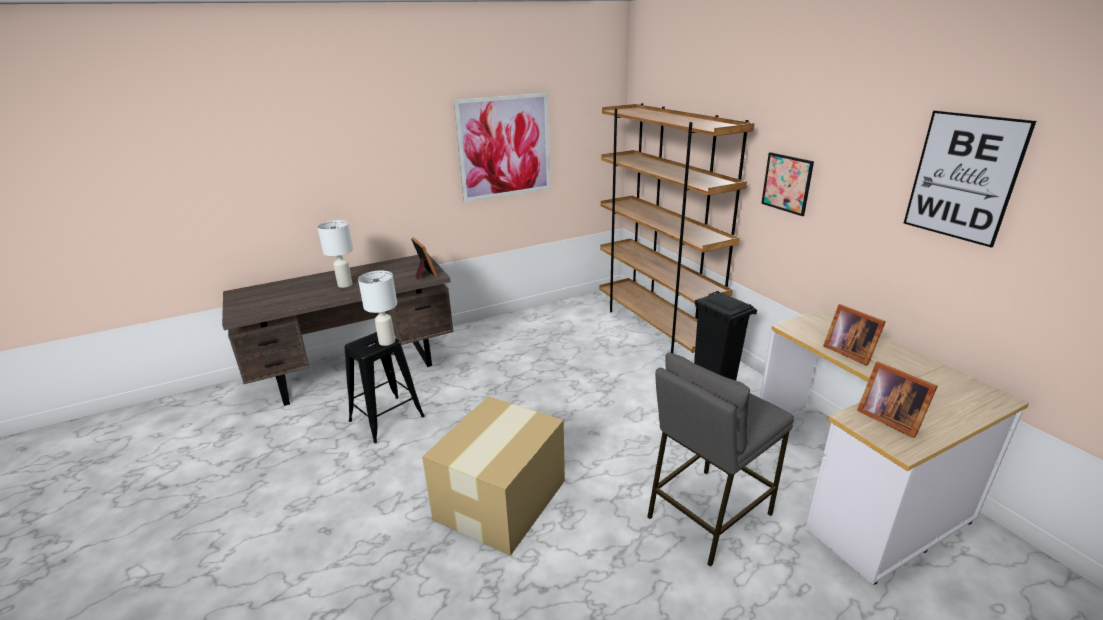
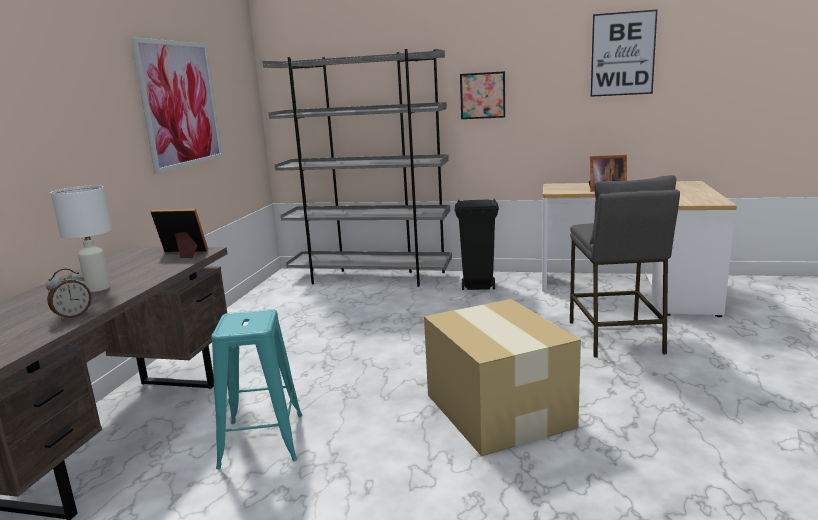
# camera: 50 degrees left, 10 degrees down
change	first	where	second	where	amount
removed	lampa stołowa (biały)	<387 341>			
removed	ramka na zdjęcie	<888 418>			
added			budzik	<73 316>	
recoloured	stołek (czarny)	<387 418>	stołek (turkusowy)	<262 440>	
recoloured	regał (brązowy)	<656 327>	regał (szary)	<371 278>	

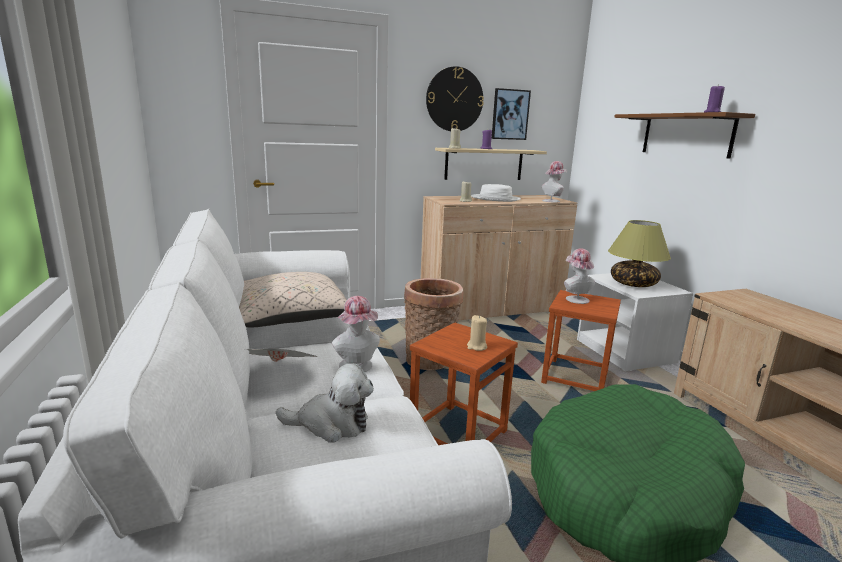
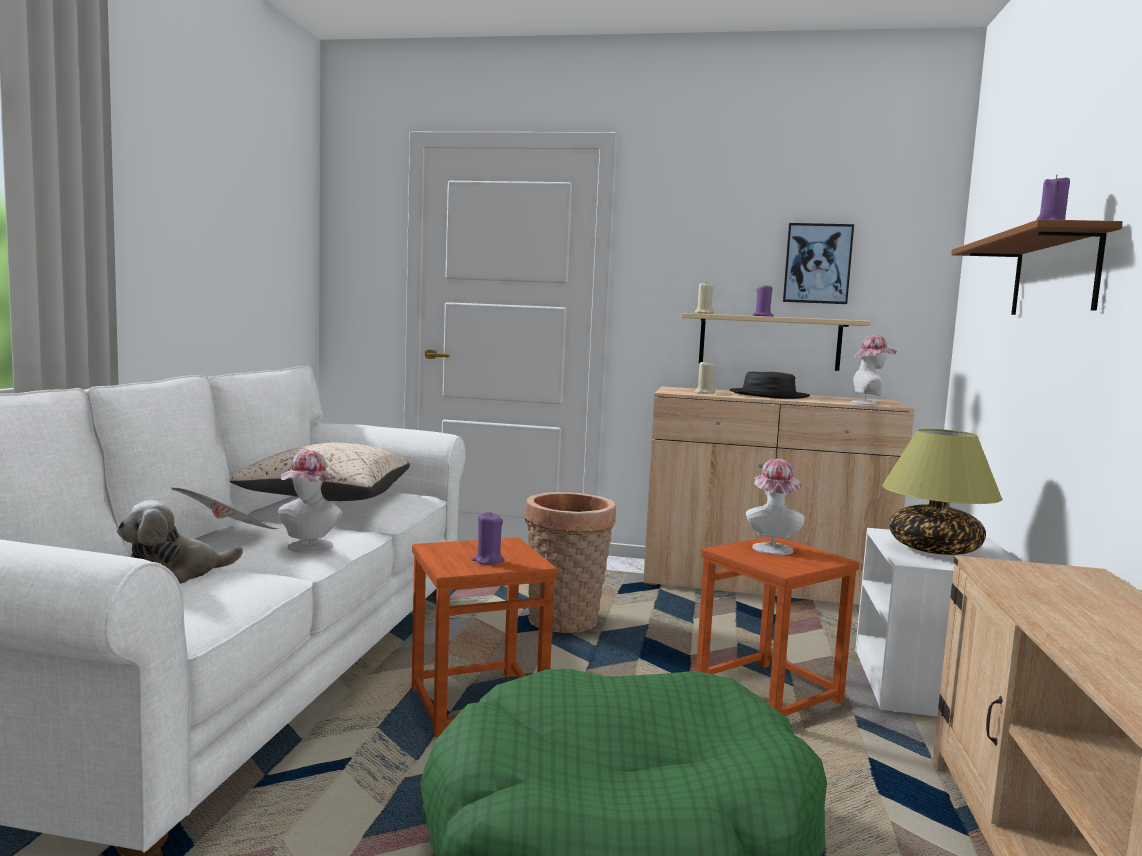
# camera: 30 degrees right, 10 degrees down
change	first	where	second	where	amount
removed	zegar ścienny	<454 99>			
recoloured	świeca (beżowy)	<476 347>	świeca (fioletowy)	<488 561>	
recoloured	kapelusz (biały)	<495 199>	kapelusz (czarny)	<768 395>	
turned	pluszak	<331 424>		<175 574>	105 degrees clockwise

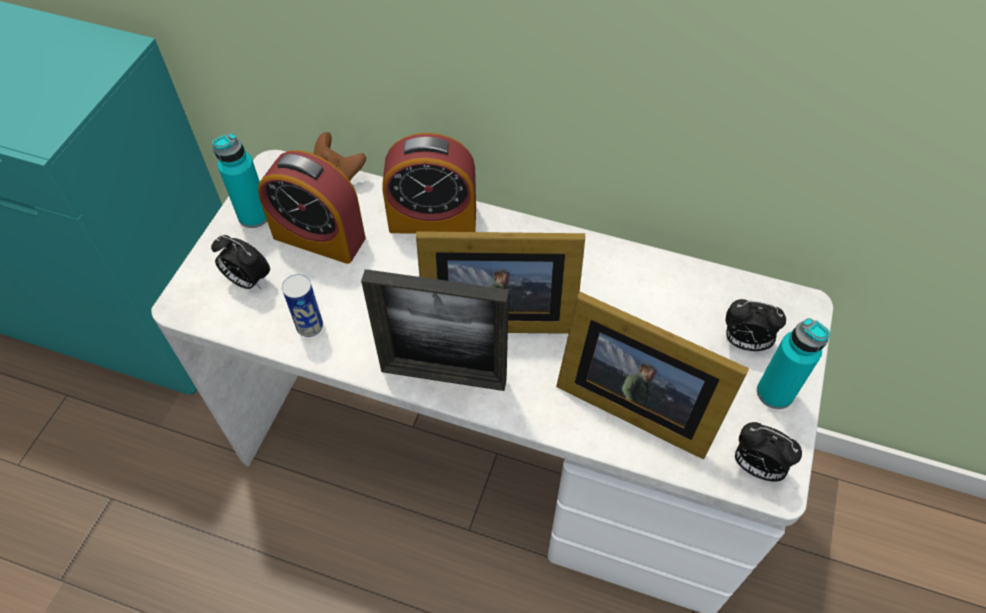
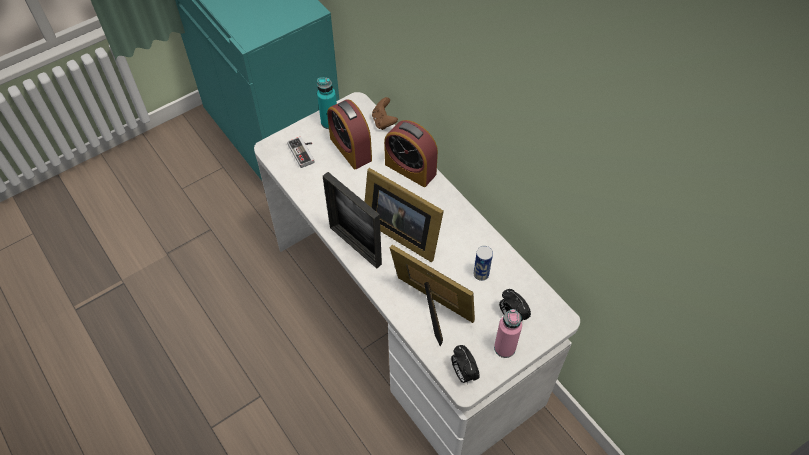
# camera: 35 degrees right, 0 degrees up
change	first	where	second	where	amount
moved	puszka	<310 326>		<481 274>	
replaced	budzik	<247 280>	pad do gier	<304 152>	
recoloured	butelka (turkusowy)	<775 393>	butelka (różowy)	<504 348>	
turned	ramka na zdjęcie	<632 401>		<431 309>	150 degrees clockwise

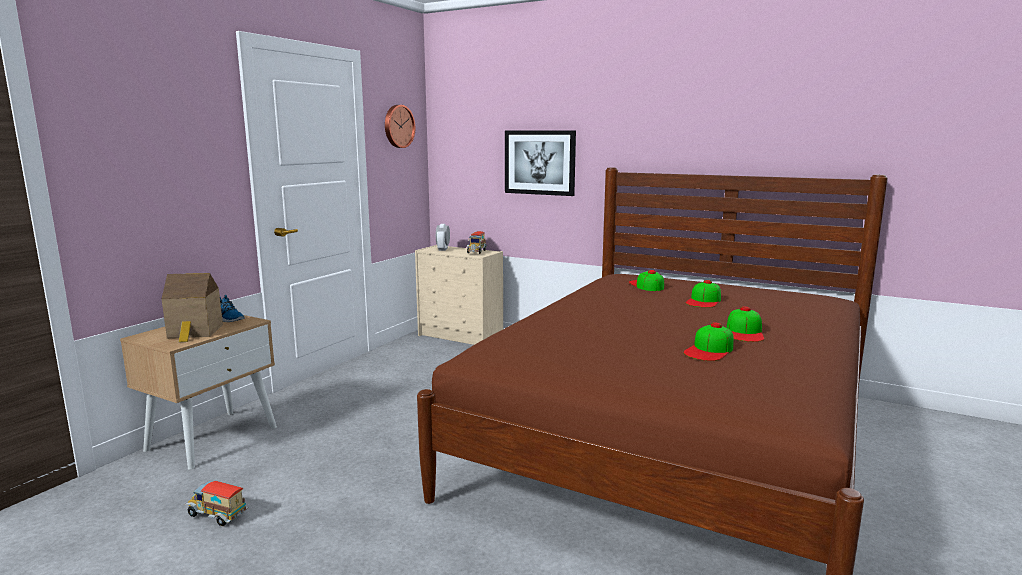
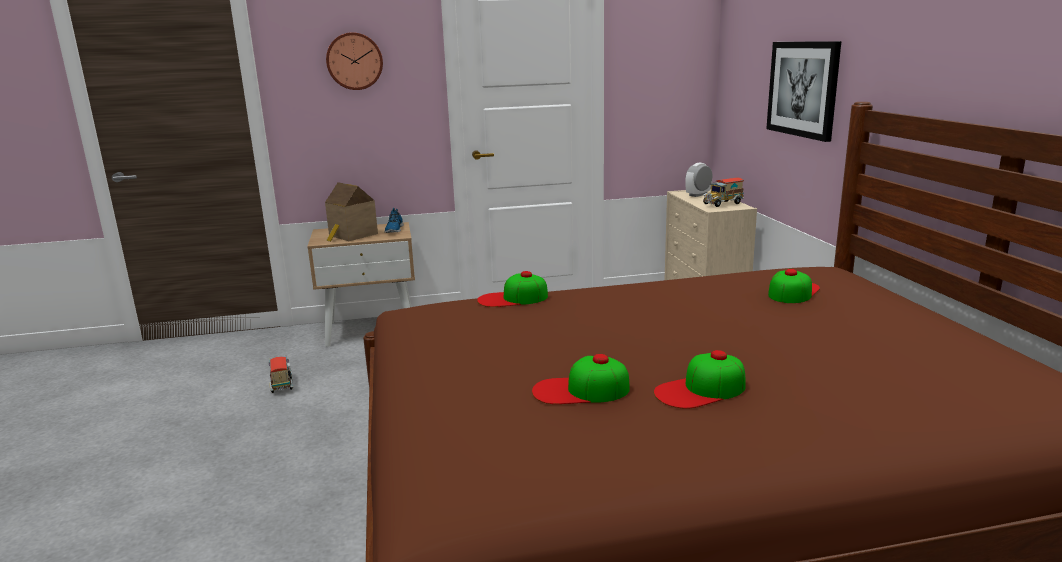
# camera: 50 degrees right, 5 degrees up
change	first	where	second	where	amount
moved	zegar ścienny	<398 126>		<354 61>	
moved	czapka z daszkiem	<704 301>		<512 298>	

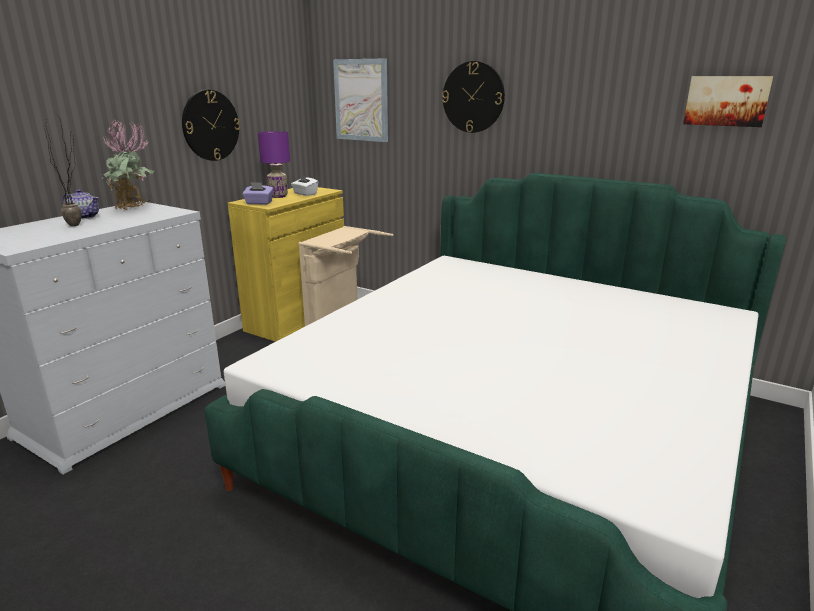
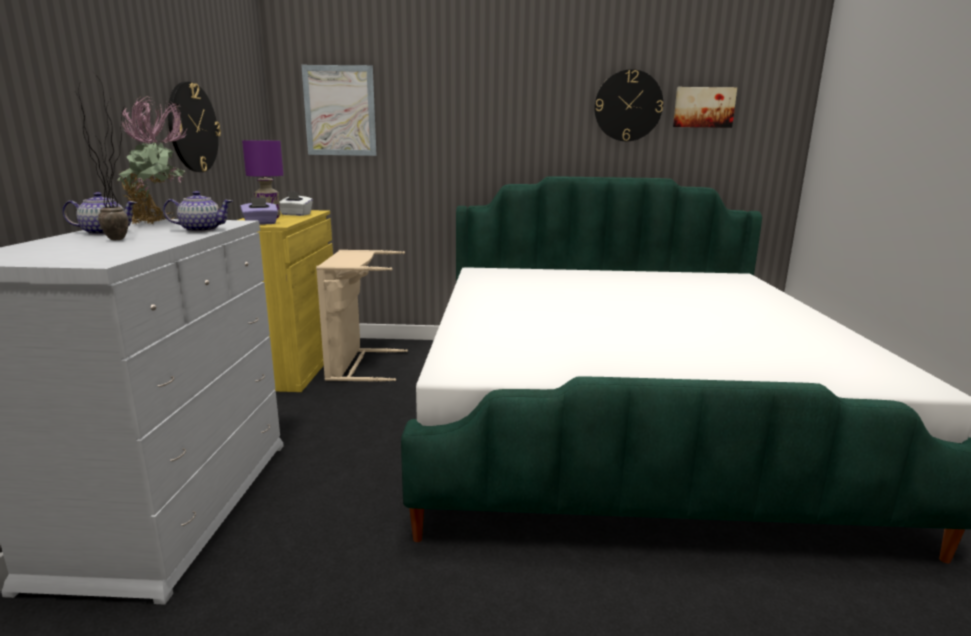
# camera: 30 degrees left, 5 degrees down
change	first	where	second	where	amount
added			imbryk	<201 230>	
moved	zegar ścienny	<473 97>		<628 106>	

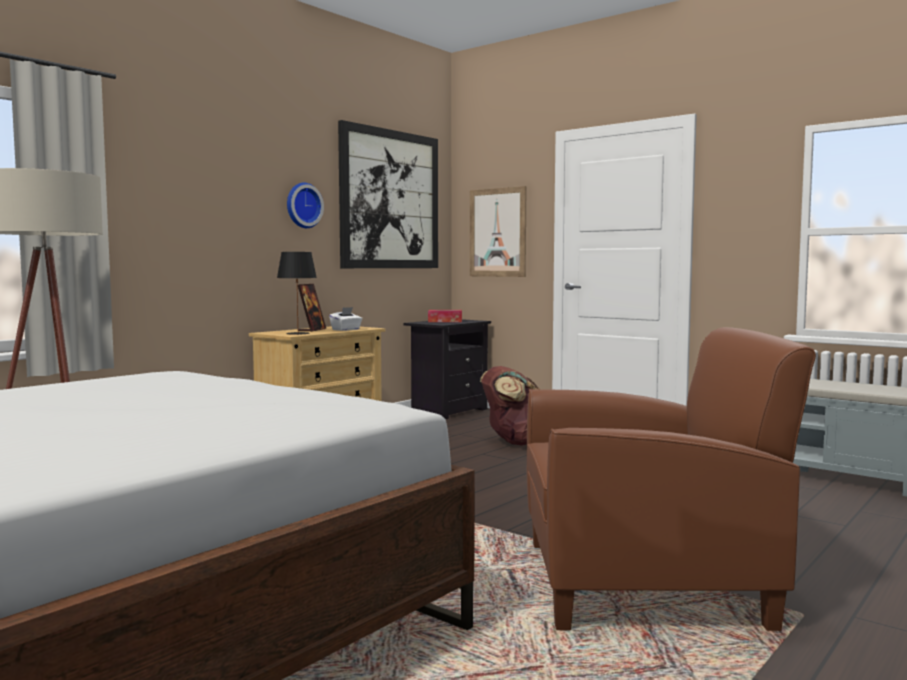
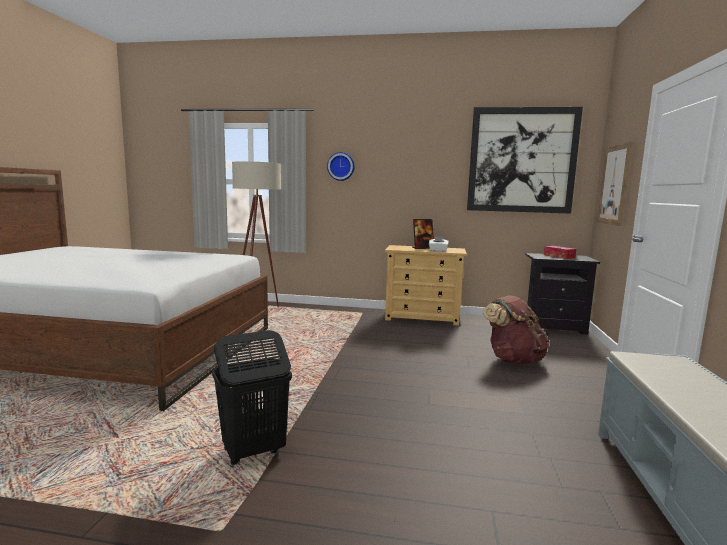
# camera: 60 degrees right, 5 degrees up
change	first	where	second	where	amount
removed	lampa stołowa (czarny)	<298 333>			
moved	zegar ścienny	<302 205>		<341 166>	
replaced	fotel (brązowy)	<645 583>	kosz na pranie (czarny)	<253 452>	

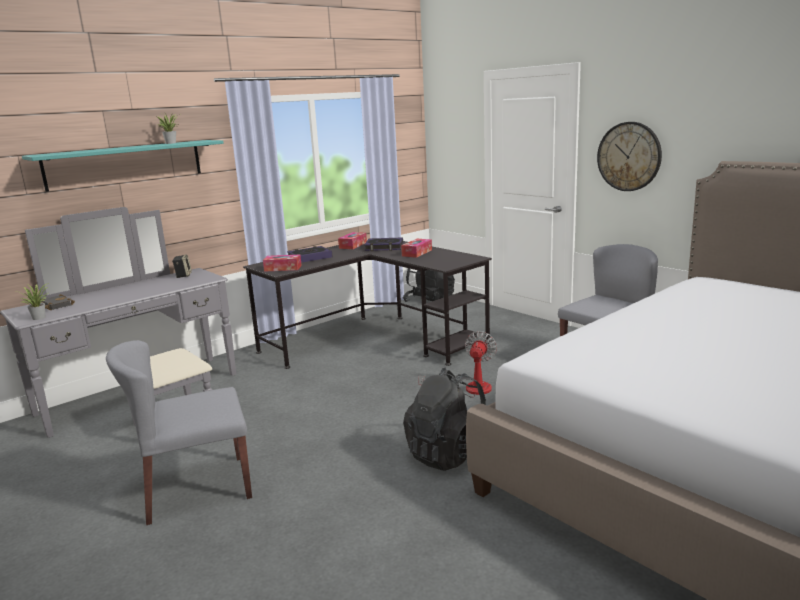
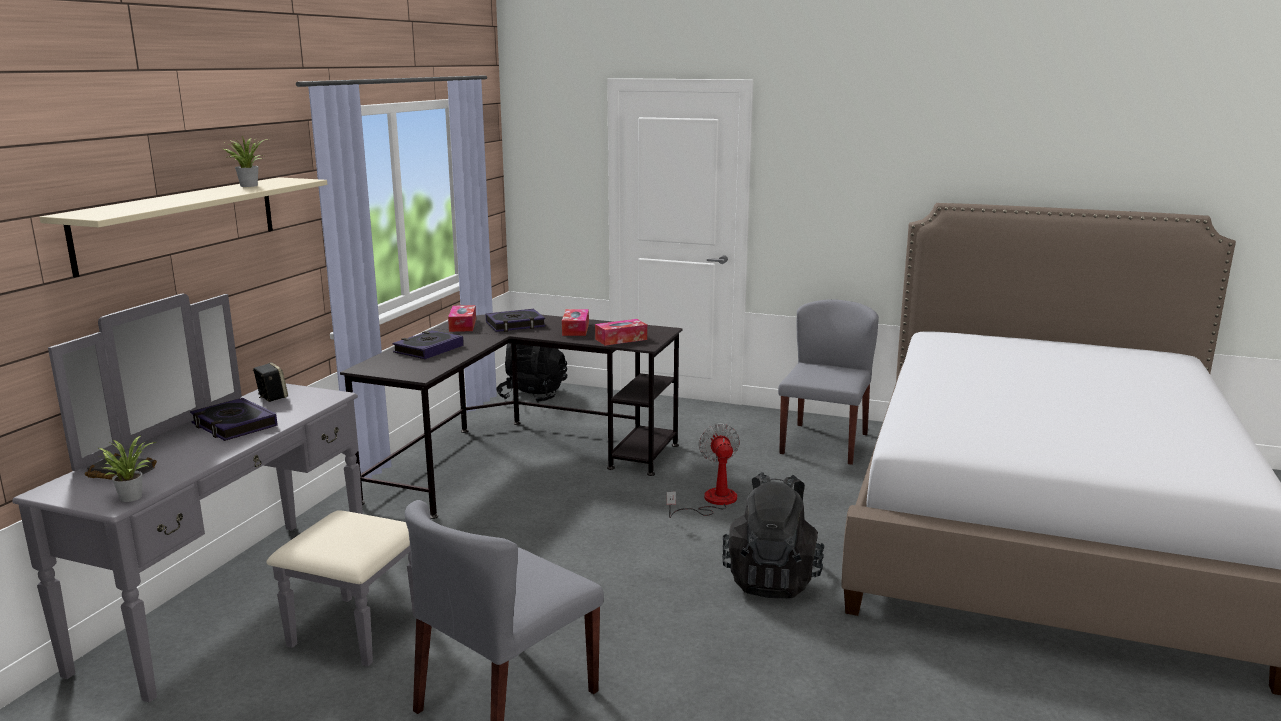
# camera: 30 degrees left, 0 degrees up
change	first	where	second	where	amount
removed	zegar ścienny	<629 156>			
added			książka	<234 425>	
moved	pudełko chusteczek	<283 268>		<621 339>	
recoloured	półka (turkusowy)	<125 164>	półka (beżowy)	<179 222>	

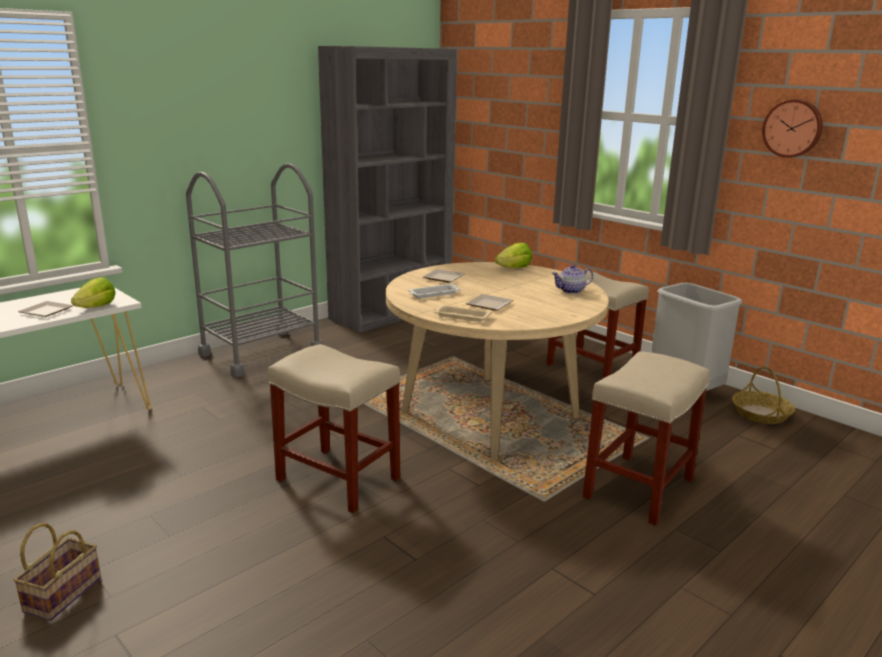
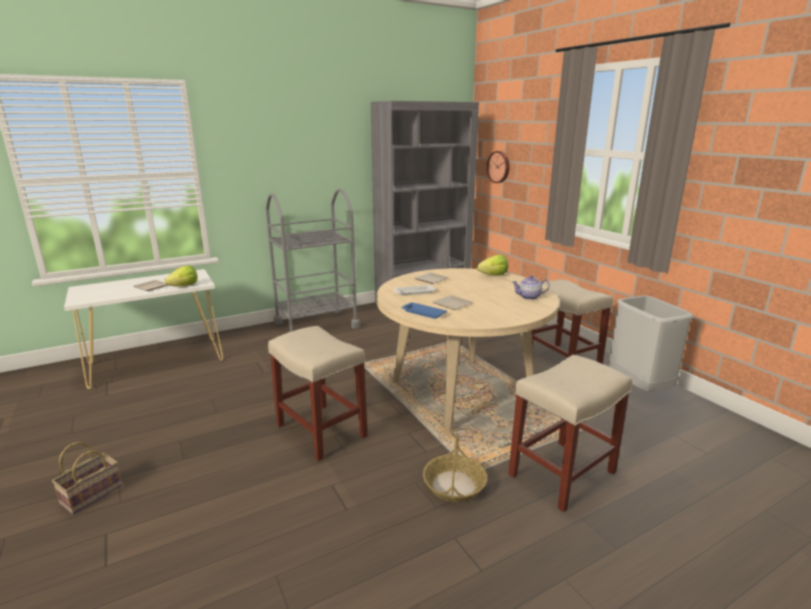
# camera: 15 degrees right, 0 degrees up
change	first	where	second	where	amount
moved	koszyk	<761 414>		<454 485>	
moved	zegar ścienny	<793 128>		<499 167>	
recoloured	taca (beżowy)	<461 316>	taca (niebieski)	<423 313>	

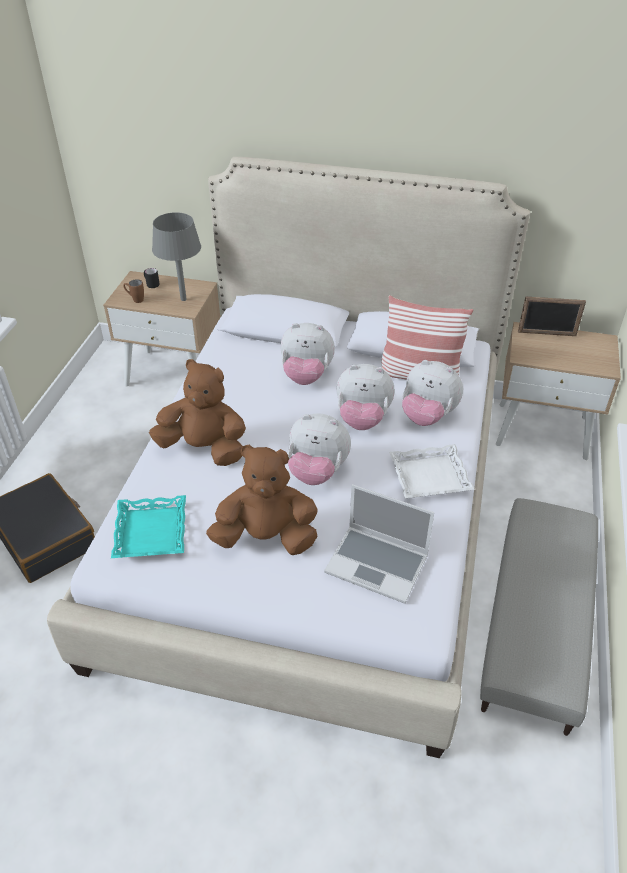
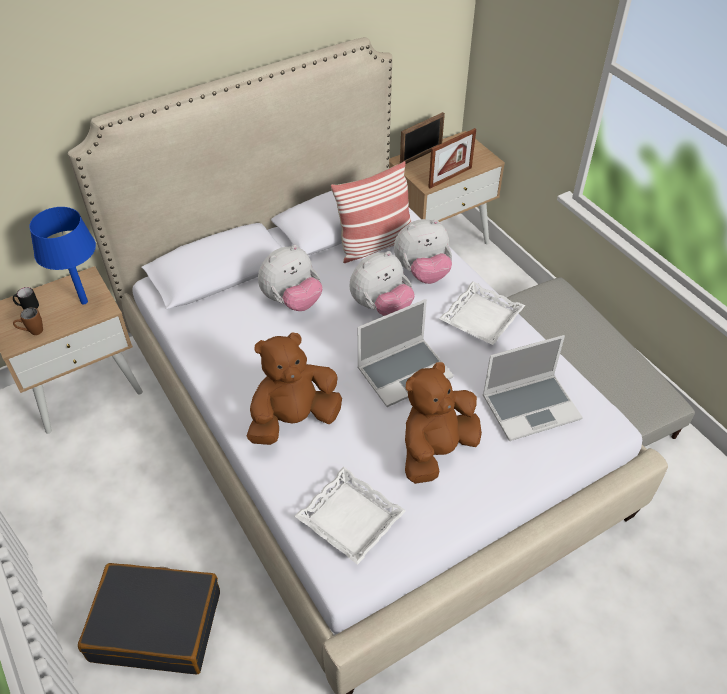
# camera: 45 degrees left, 5 degrees up
change	first	where	second	where	amount
added			ramka na zdjęcie	<450 177>	
replaced	pluszak	<317 472>	laptop	<405 372>	
recoloured	taca (turkusowy)	<150 532>	taca (biały)	<349 519>	
recoloured	lampa stołowa (szary)	<183 299>	lampa stołowa (niebieski)	<84 301>	

